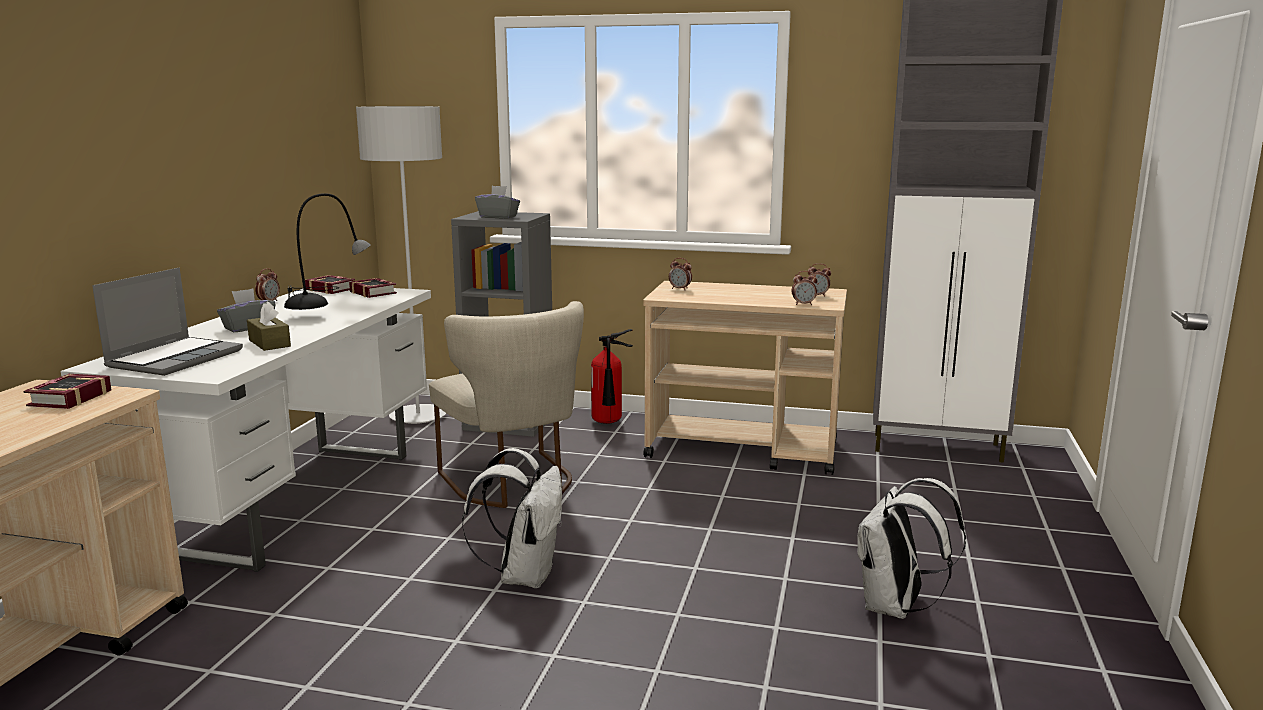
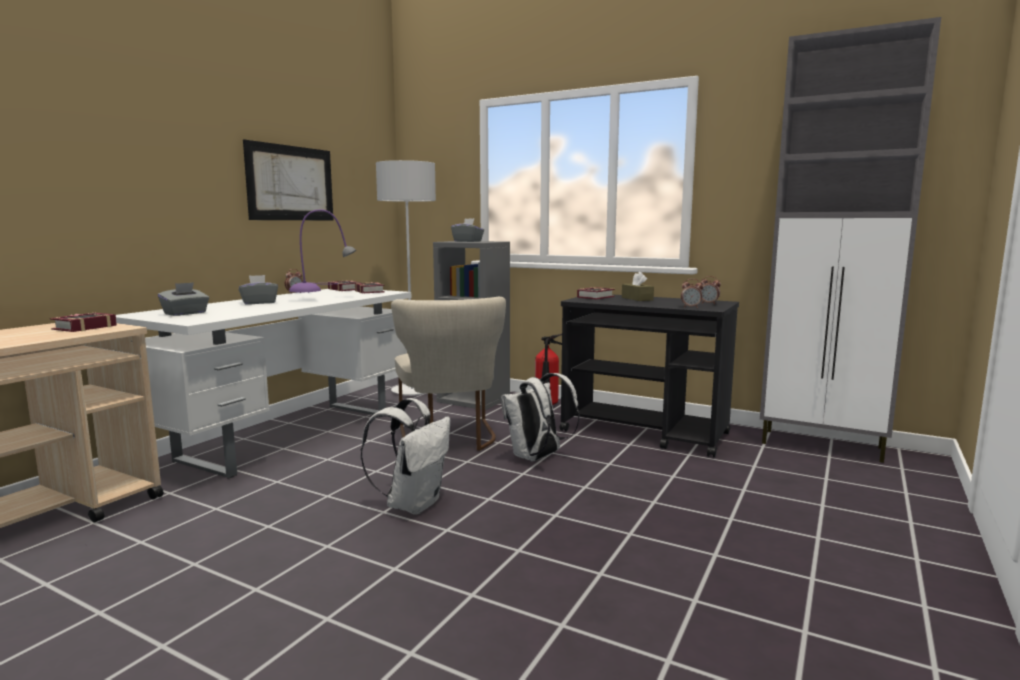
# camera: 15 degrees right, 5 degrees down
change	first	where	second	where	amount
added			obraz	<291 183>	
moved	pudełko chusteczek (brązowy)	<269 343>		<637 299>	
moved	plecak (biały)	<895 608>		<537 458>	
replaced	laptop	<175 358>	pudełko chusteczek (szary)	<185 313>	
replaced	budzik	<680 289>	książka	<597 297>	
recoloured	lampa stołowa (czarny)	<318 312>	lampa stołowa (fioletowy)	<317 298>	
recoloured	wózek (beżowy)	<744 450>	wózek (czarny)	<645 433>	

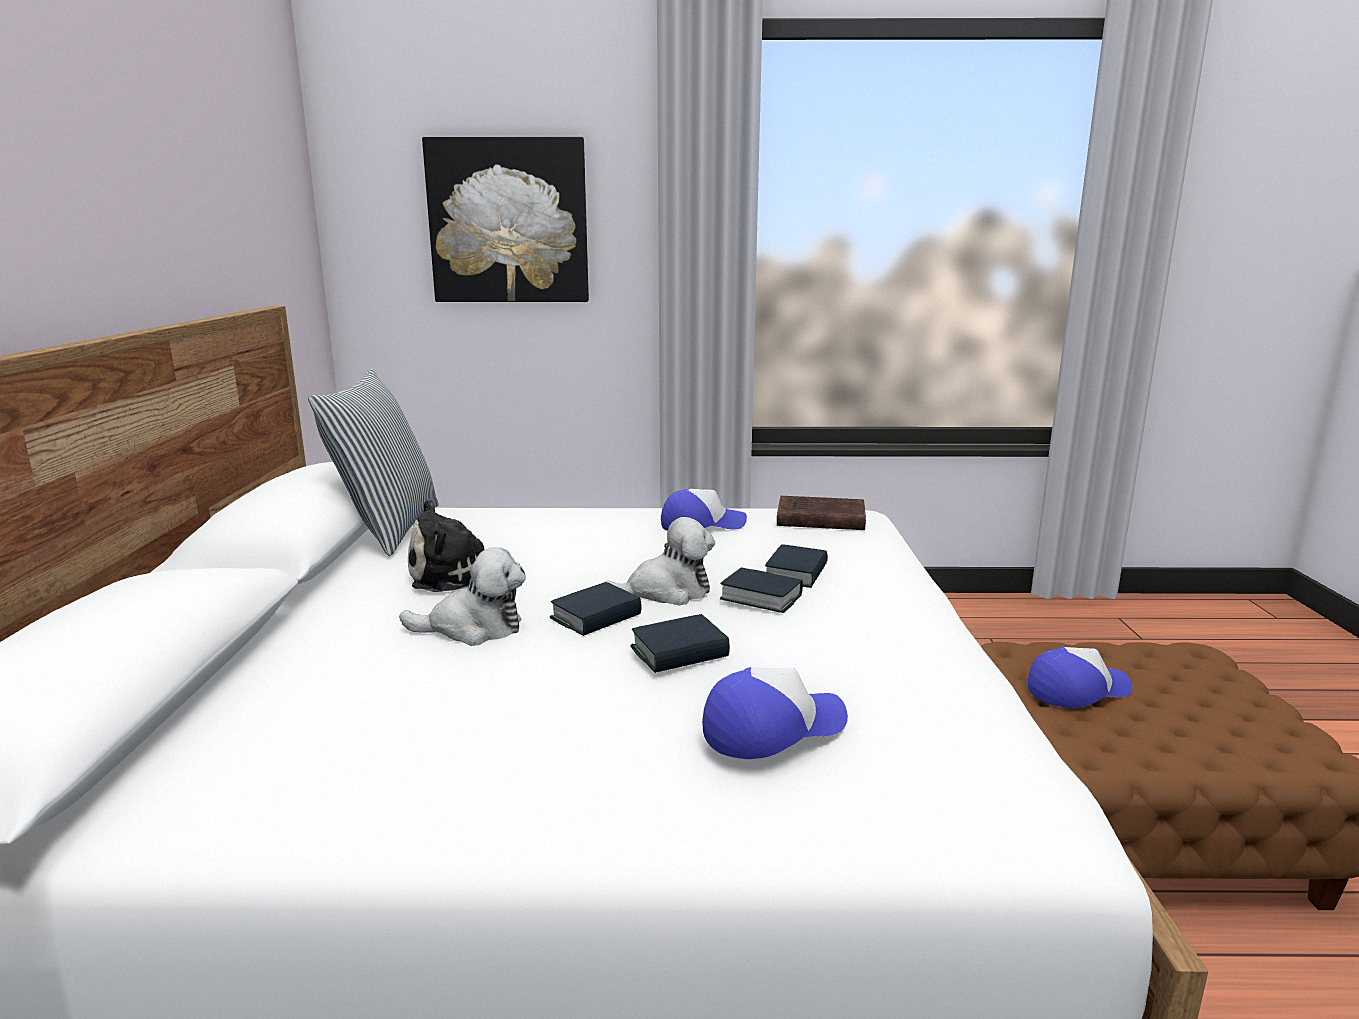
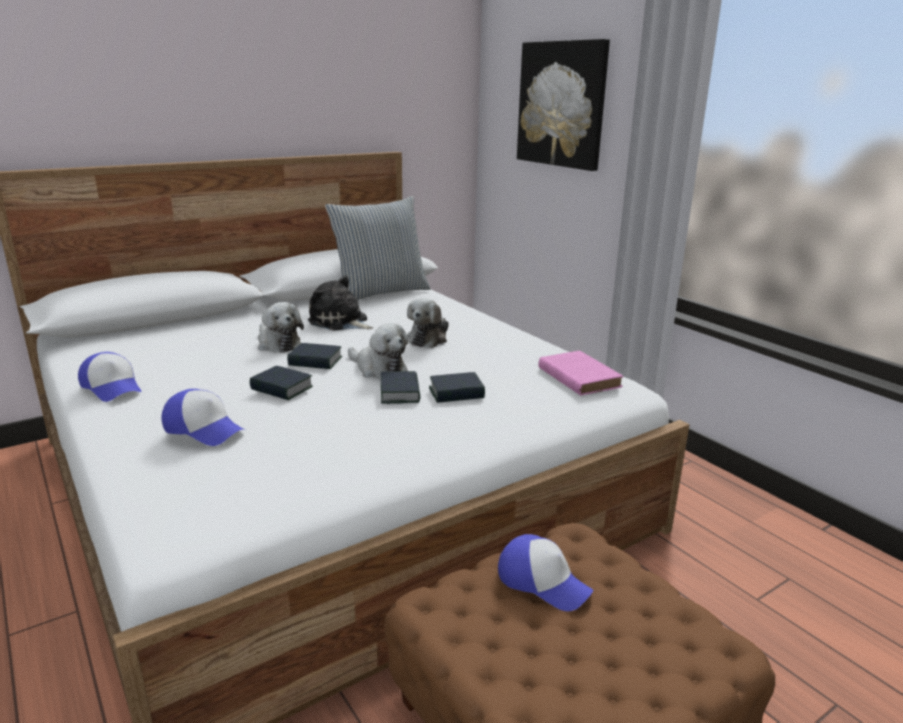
# camera: 55 degrees right, 5 degrees up
change	first	where	second	where	amount
added			pluszak	<429 338>	
moved	czapka z daszkiem	<702 524>		<112 387>	
recoloured	książka (brązowy)	<818 519>	książka (różowy)	<577 377>	

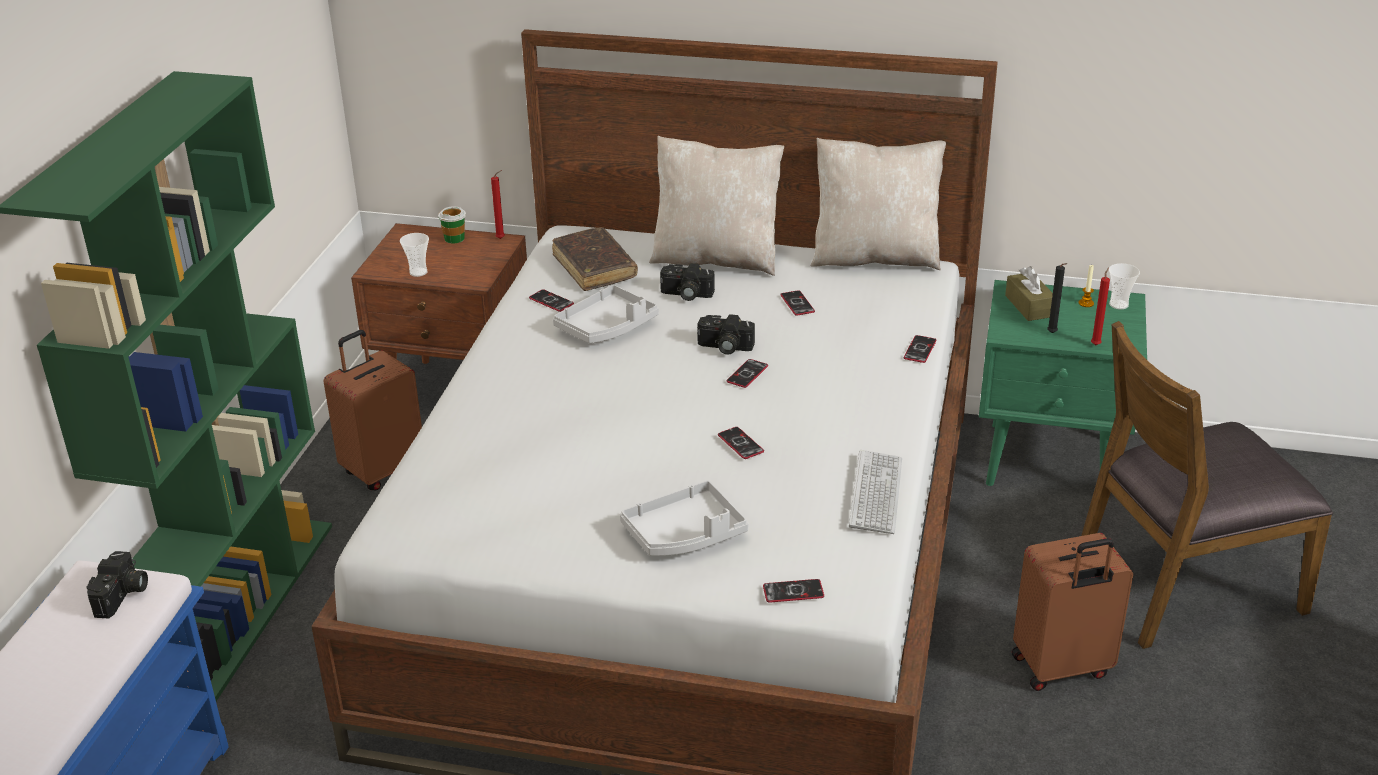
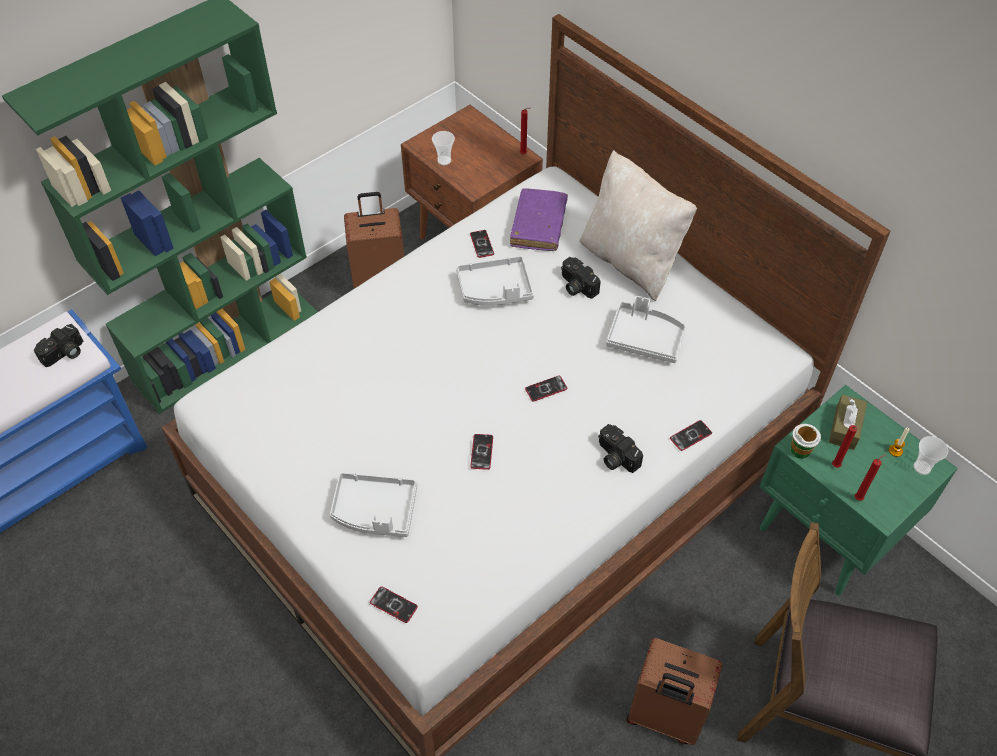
# camera: 35 degrees right, 20 degrees up
change	first	where	second	where	amount
removed	poduszka (beżowy)	<875 257>			
removed	klawiatura	<876 493>			
moved	filiżanka	<454 238>		<800 450>	
moved	aparat fotograficzny	<724 347>		<615 457>	
replaced	telefon	<797 304>	taca (szary)	<645 339>	
recoloured	książka (brązowy)	<594 267>	książka (fioletowy)	<538 226>	
recoloured	świeca (czarny)	<1053 334>	świeca (czerwony)	<835 467>	

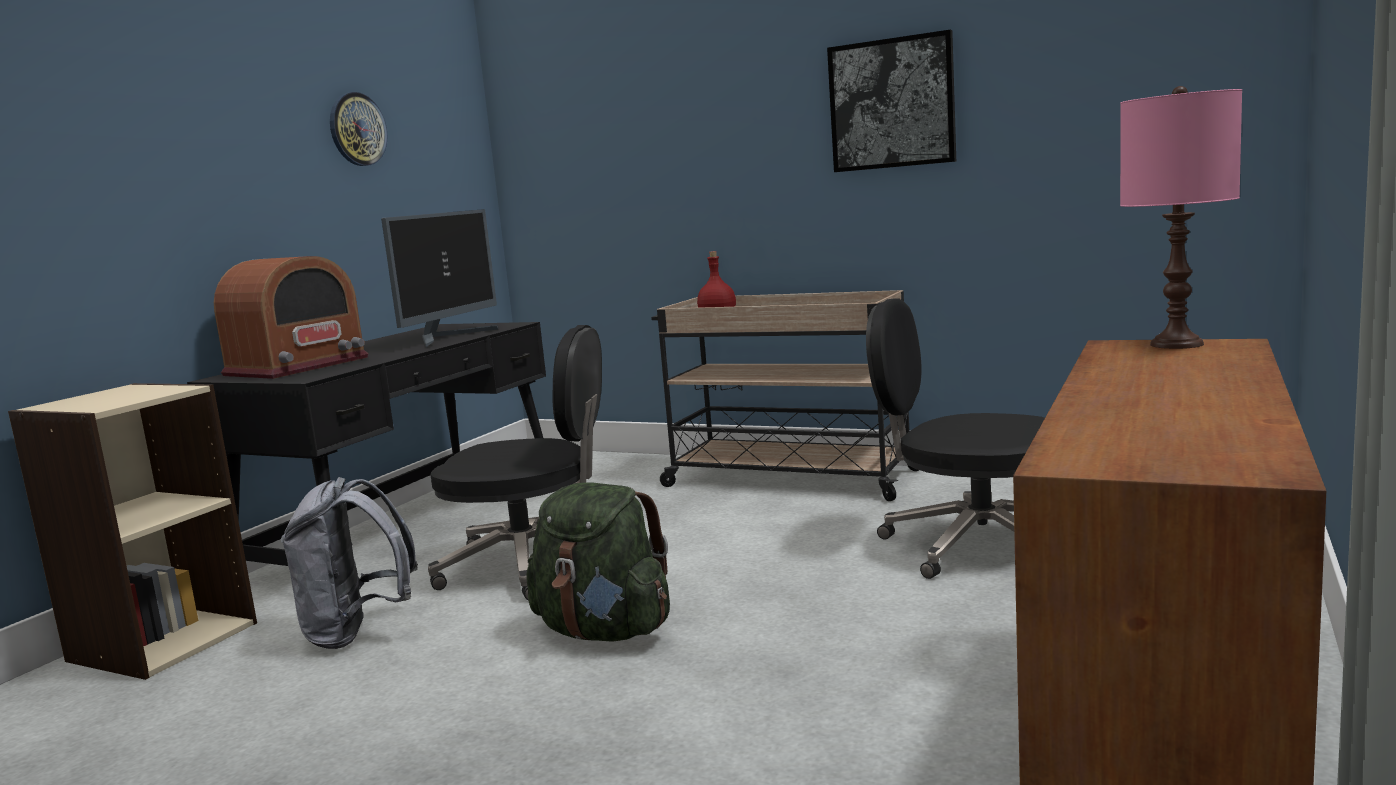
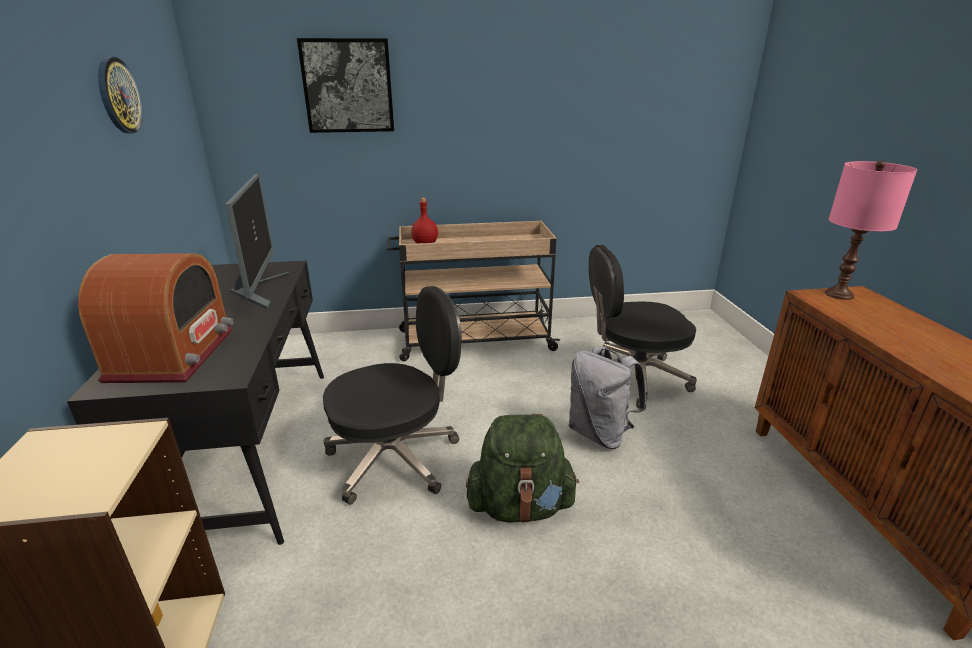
# camera: 35 degrees left, 15 degrees up
change	first	where	second	where	amount
moved	plecak (szary)	<358 632>		<600 434>	
moved	obraz	<892 104>		<348 86>	

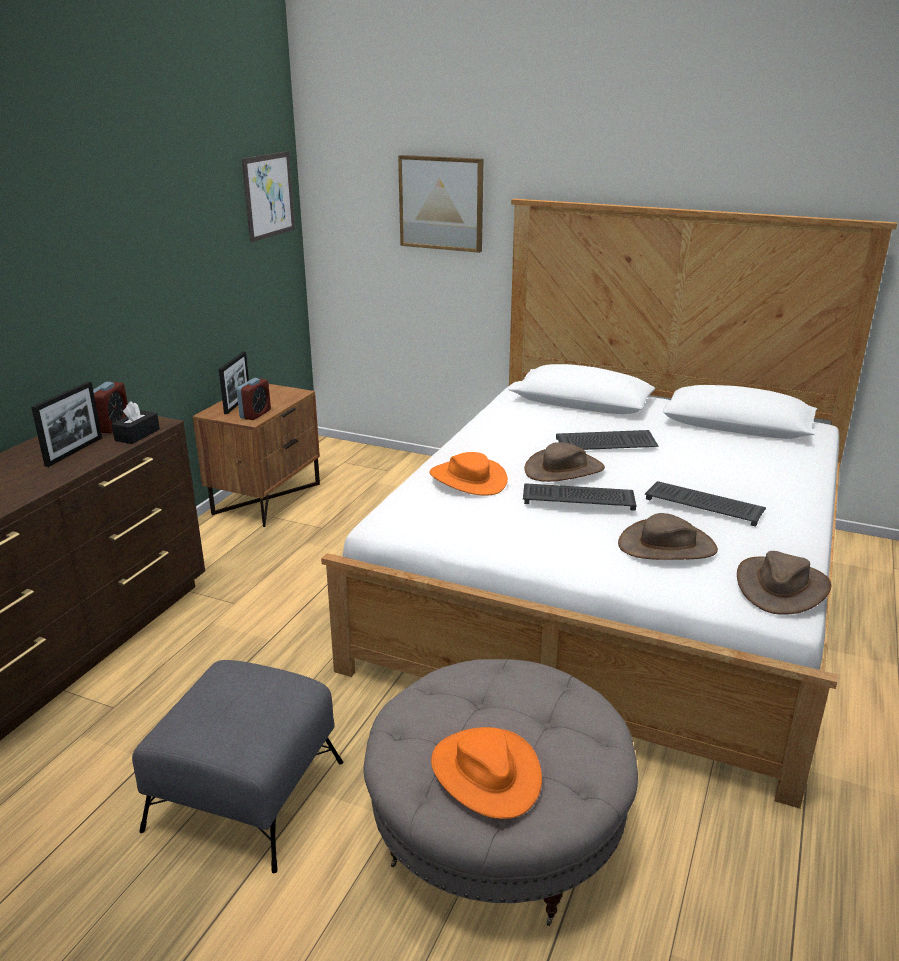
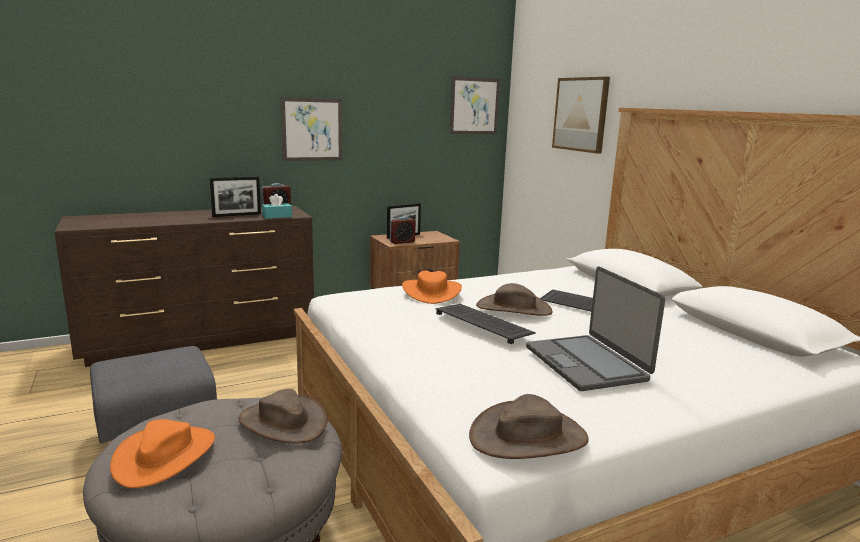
# camera: 40 degrees right, 10 degrees down
change	first	where	second	where	amount
added			obraz	<312 129>	
moved	kapelusz (brązowy)	<667 546>		<283 422>	
replaced	klawiatura	<705 504>	laptop	<587 363>	
recoloured	pudełko chusteczek (czarny)	<137 435>	pudełko chusteczek (turkusowy)	<277 216>	

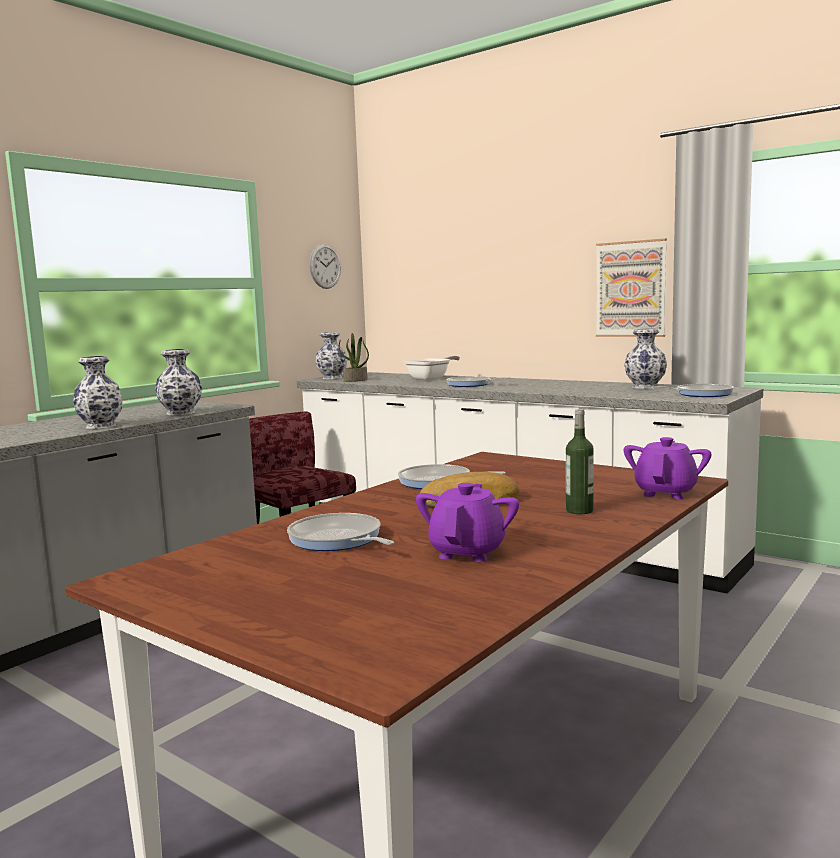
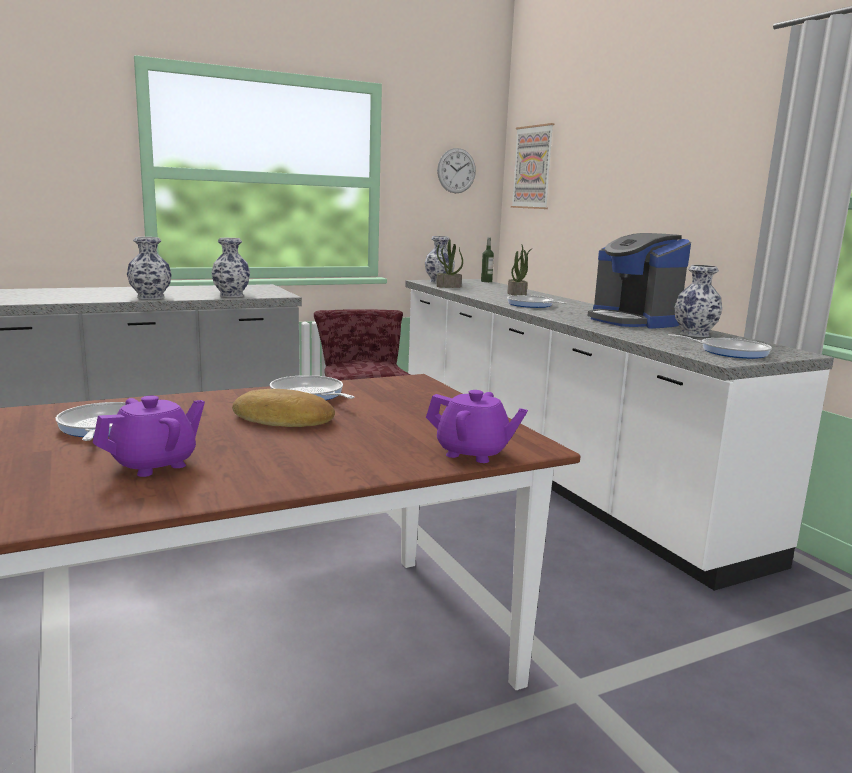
# camera: 25 degrees right, 5 degrees up
change	first	where	second	where	amount
added			ekspres do kawy	<633 321>	
moved	butelka	<579 510>		<486 281>	
moved	obraz	<631 289>		<533 167>	
replaced	patelnia	<431 378>	roślina doniczkowa	<517 294>	
turned	imbryk (fioletowy)	<665 492>		<473 453>	60 degrees clockwise

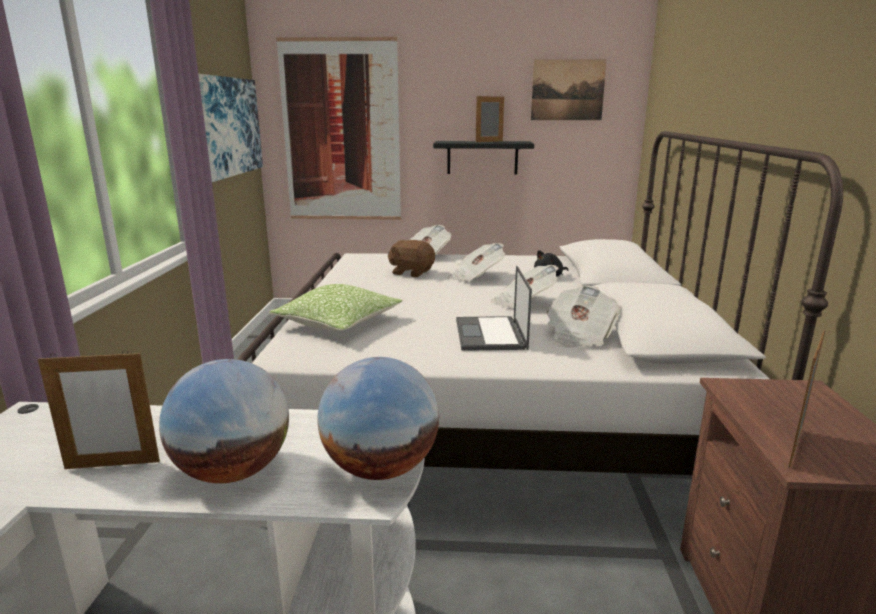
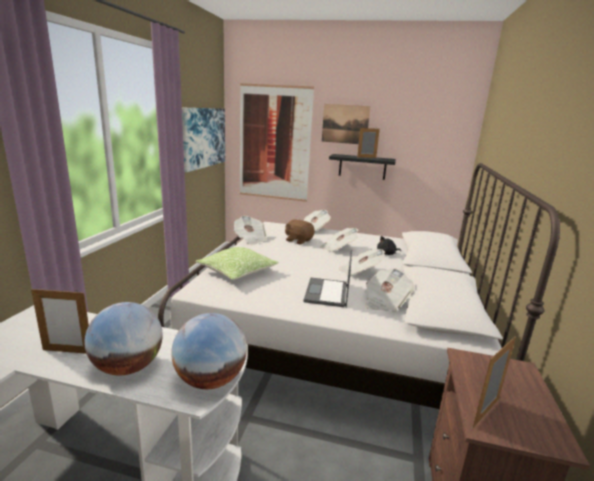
# camera: 10 degrees right, 0 degrees up
change	first	where	second	where	amount
added			gazeta	<250 239>	
moved	obraz	<567 90>		<345 124>	

